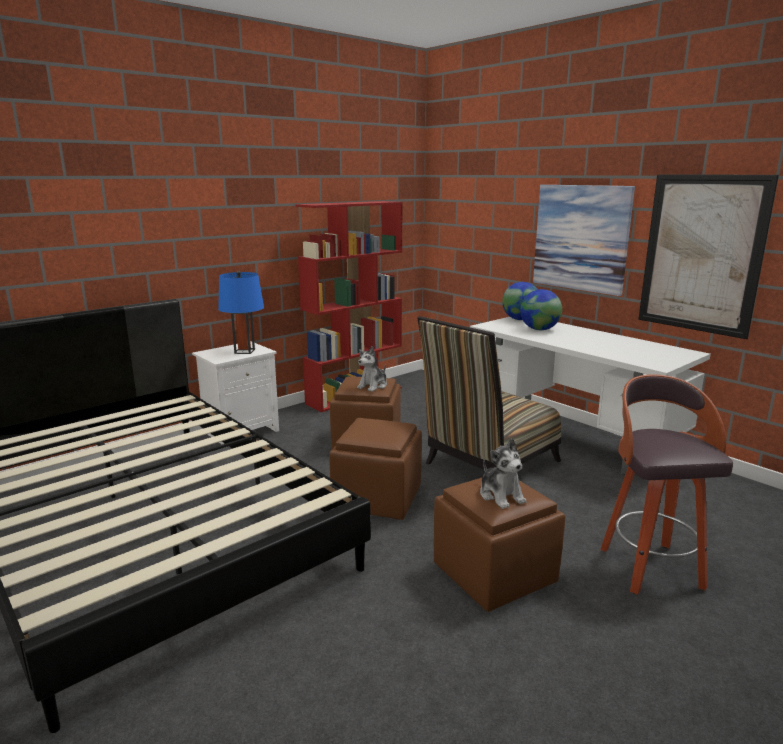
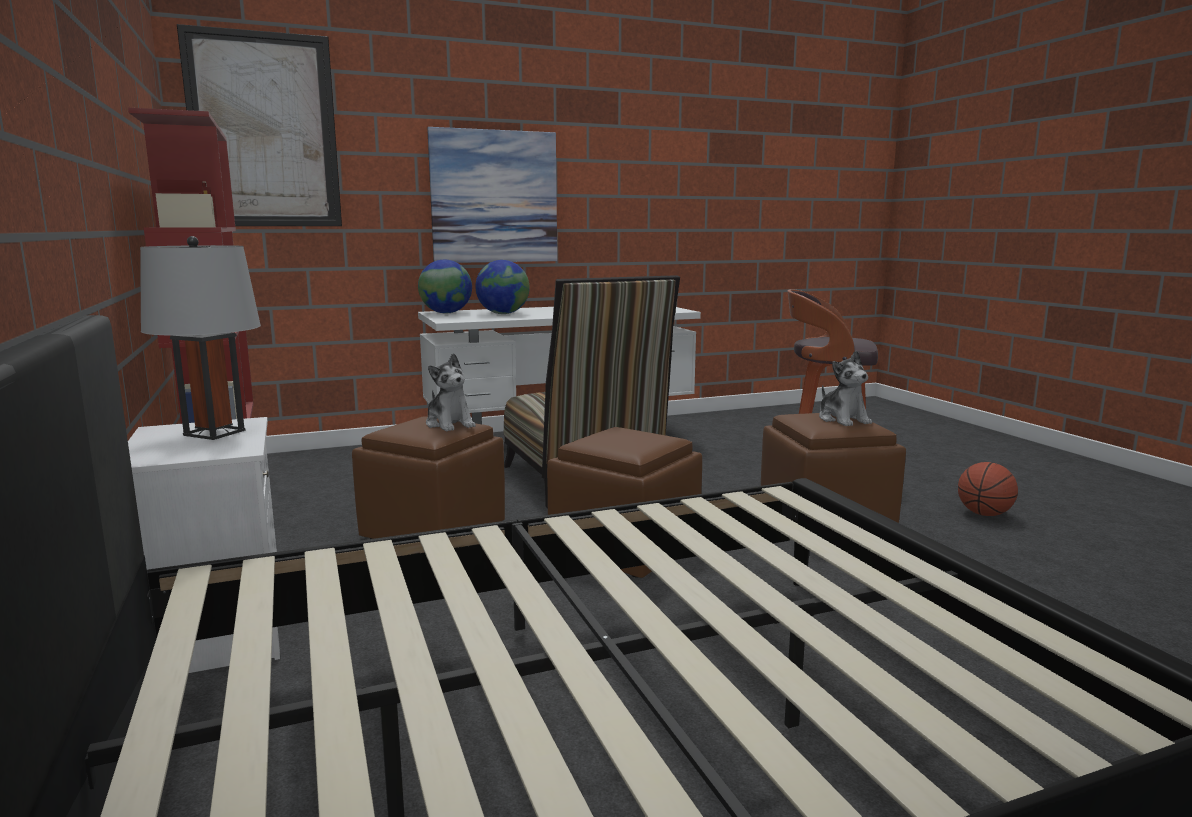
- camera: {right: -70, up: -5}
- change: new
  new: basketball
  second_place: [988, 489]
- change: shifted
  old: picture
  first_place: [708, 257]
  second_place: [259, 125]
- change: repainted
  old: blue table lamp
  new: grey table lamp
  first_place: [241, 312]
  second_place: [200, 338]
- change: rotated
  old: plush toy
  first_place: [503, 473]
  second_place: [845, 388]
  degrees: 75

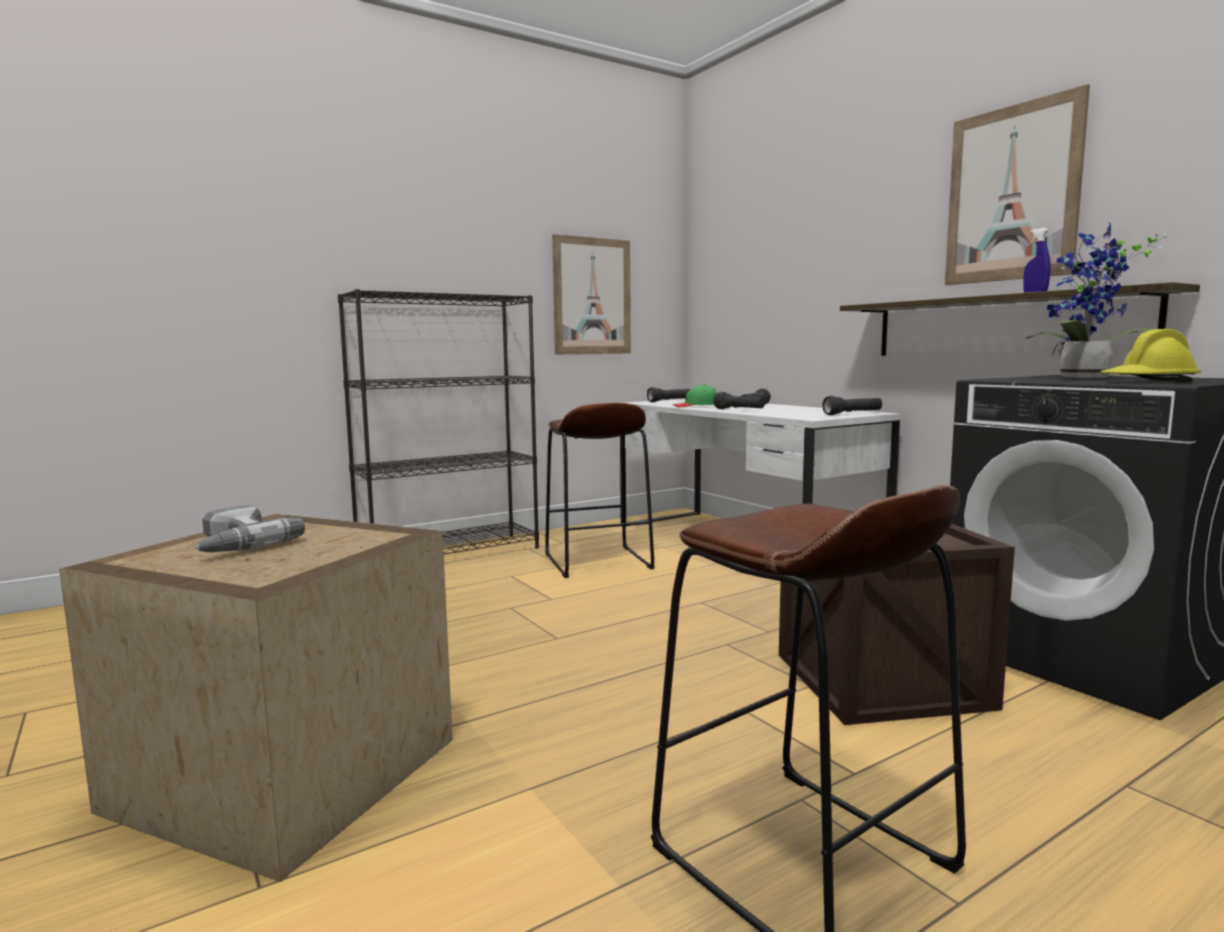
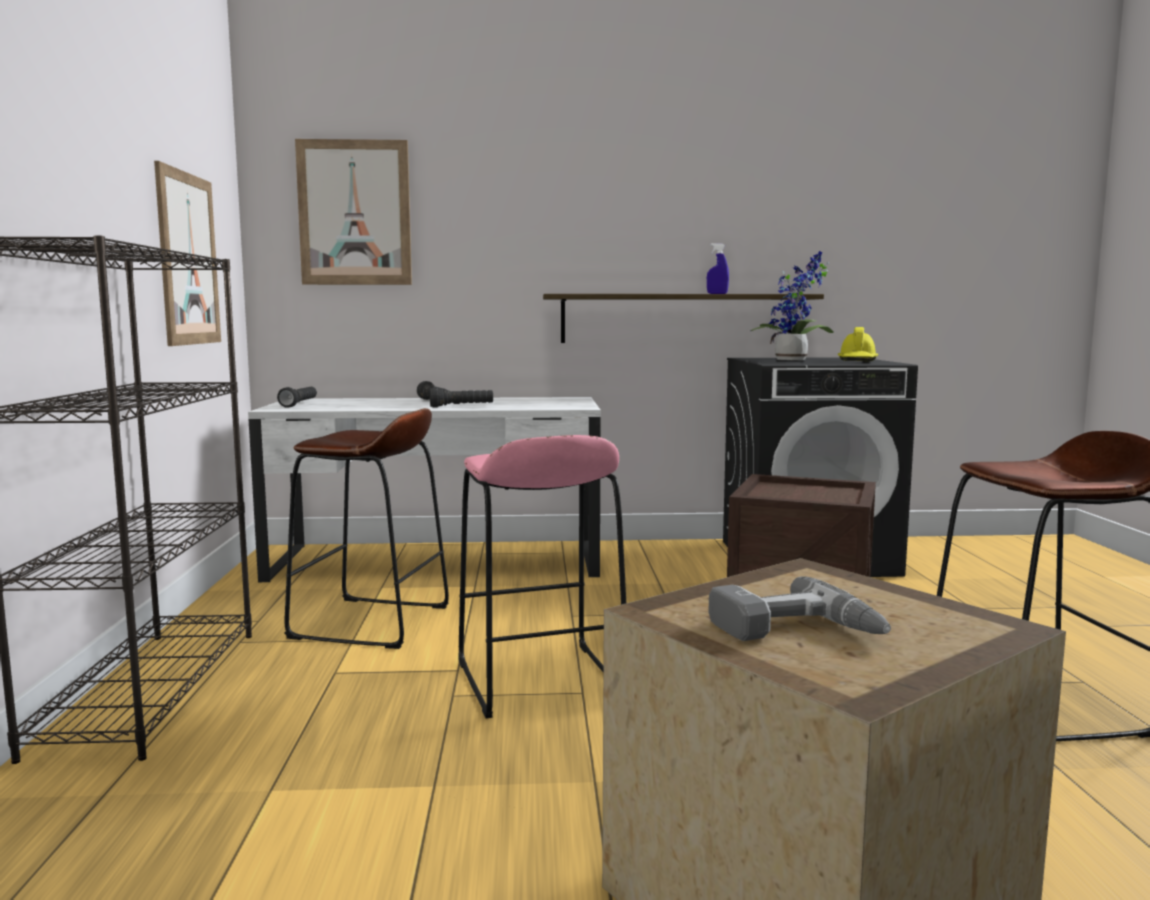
- camera: {right: -60, up: 0}
- change: gone
  old: green cap
  first_place: [694, 395]
- change: gone
  old: black flashlight
  first_place: [852, 405]
- change: new
  new: pink stool
  second_place: [542, 577]
- change: shifted
  old: picture
  first_place: [1017, 184]
  second_place: [353, 212]

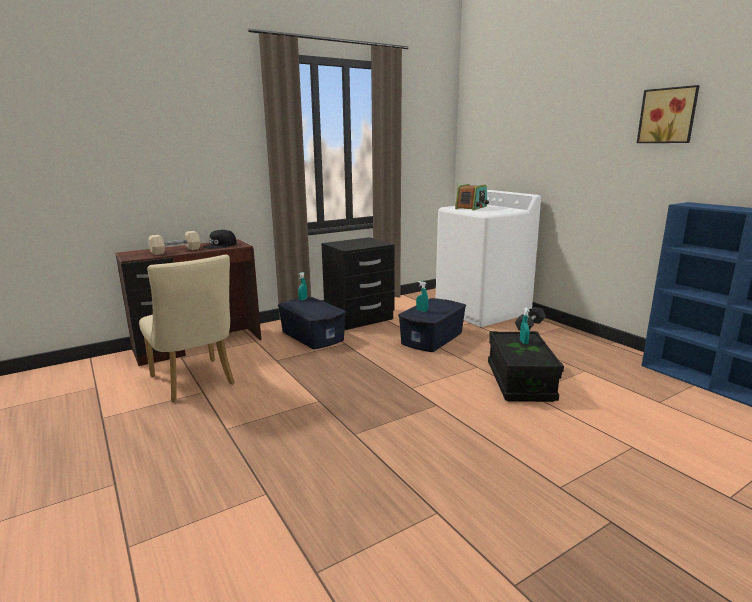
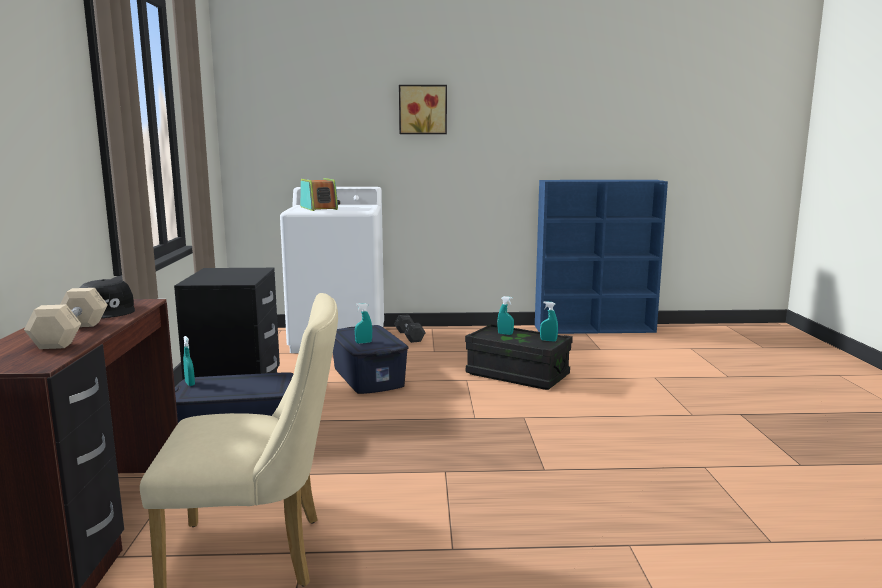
- camera: {right: -60, up: -5}
- change: new
  new: turquoise spray bottle
  second_place: [549, 321]
- change: shifted
  old: picture
  first_place: [668, 114]
  second_place: [423, 109]

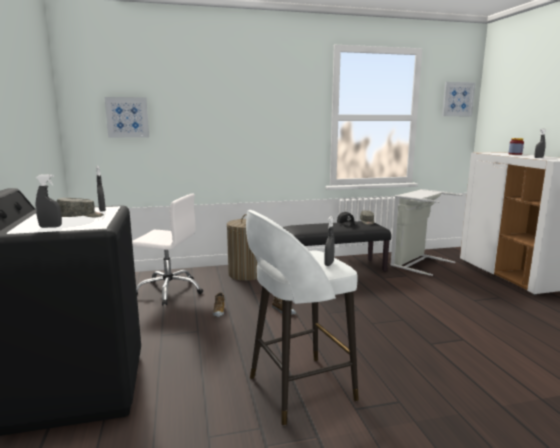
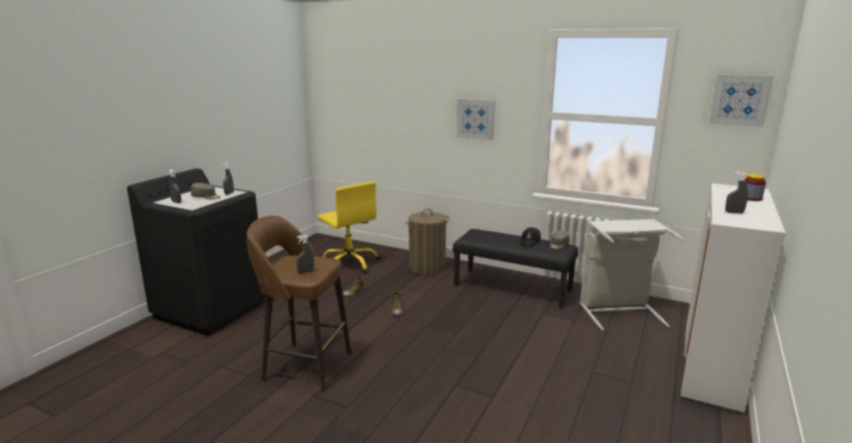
- camera: {right: 40, up: 5}
- change: shifted
  old: picture
  first_place: [127, 117]
  second_place: [475, 119]
- change: repainted
  old: white office chair
  new: yellow office chair
  first_place: [167, 249]
  second_place: [348, 228]
- change: repainted
  old: white stool
  new: brown stool
  first_place: [302, 318]
  second_place: [299, 304]

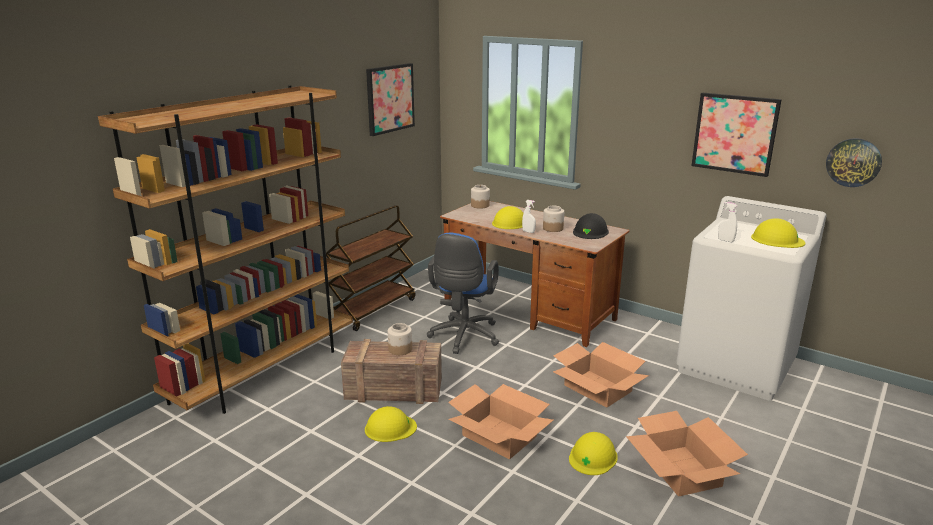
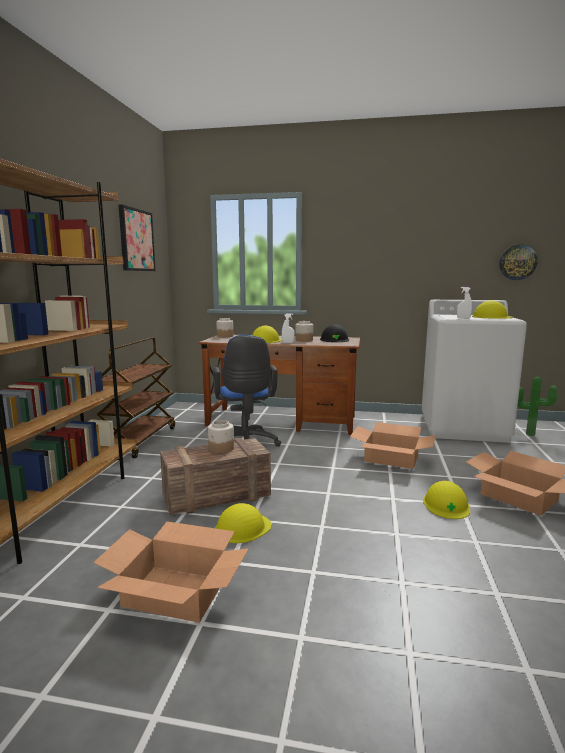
- camera: {right: -25, up: -10}
- change: gone
  old: picture
  first_place: [736, 135]
- change: new
  new: potted plant
  second_place: [538, 406]
- change: shifted
  old: cardboard box
  first_place: [500, 421]
  second_place: [171, 572]

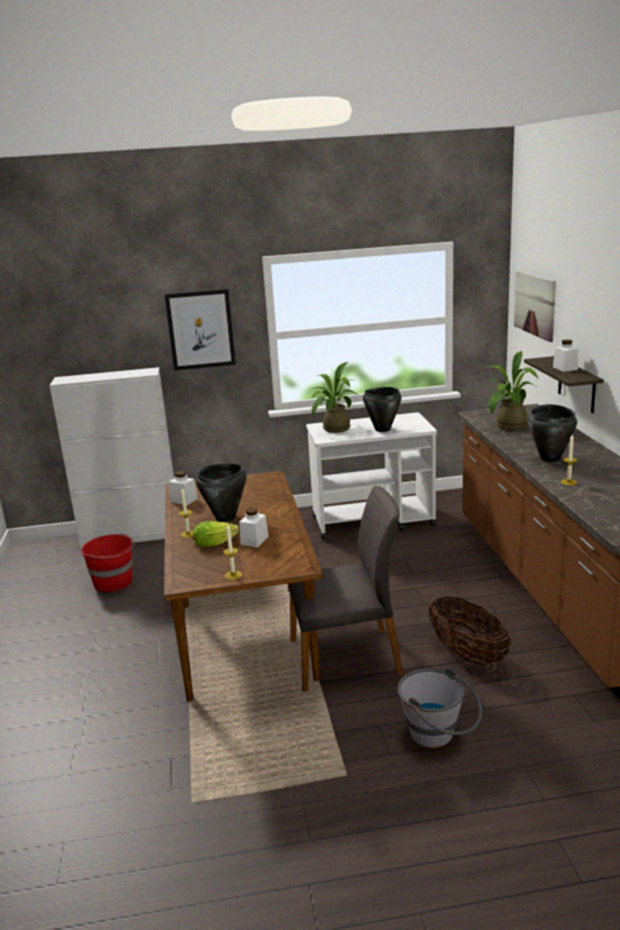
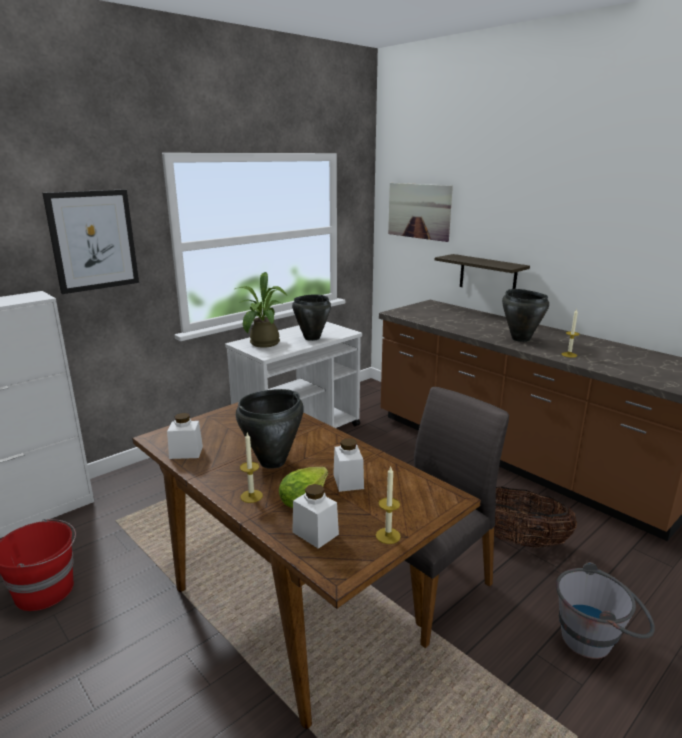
- camera: {right: -35, up: 0}
- change: gone
  old: potted plant
  first_place: [512, 390]
- change: shifted
  old: white jar
  first_place: [565, 356]
  second_place: [315, 516]

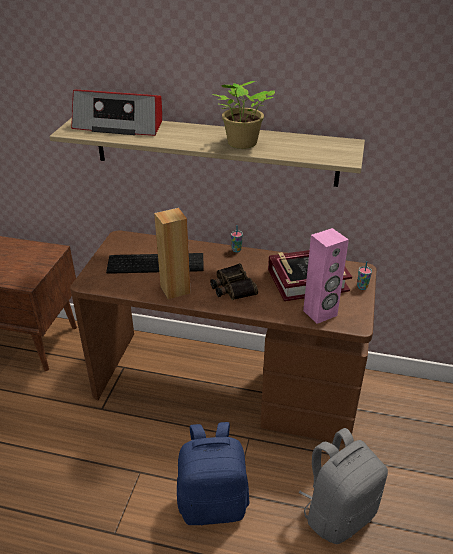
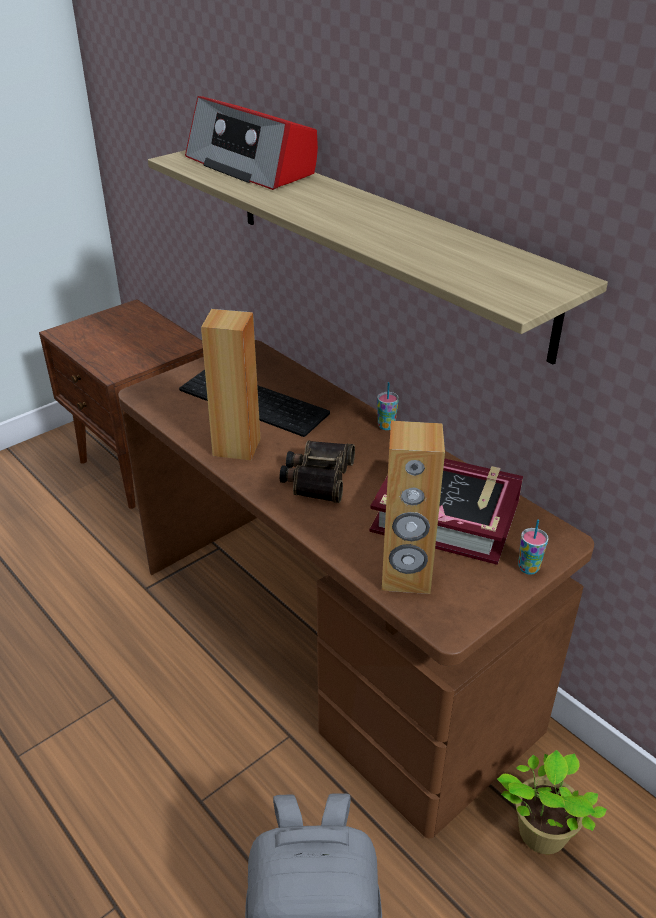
- camera: {right: 35, up: 0}
- change: gone
  old: blue backpack
  first_place: [213, 474]
- change: shifted
  old: potted plant
  first_place: [244, 115]
  second_place: [552, 802]
- change: repainted
  old: pink speaker
  new: brown speaker
  first_place: [326, 276]
  second_place: [413, 507]

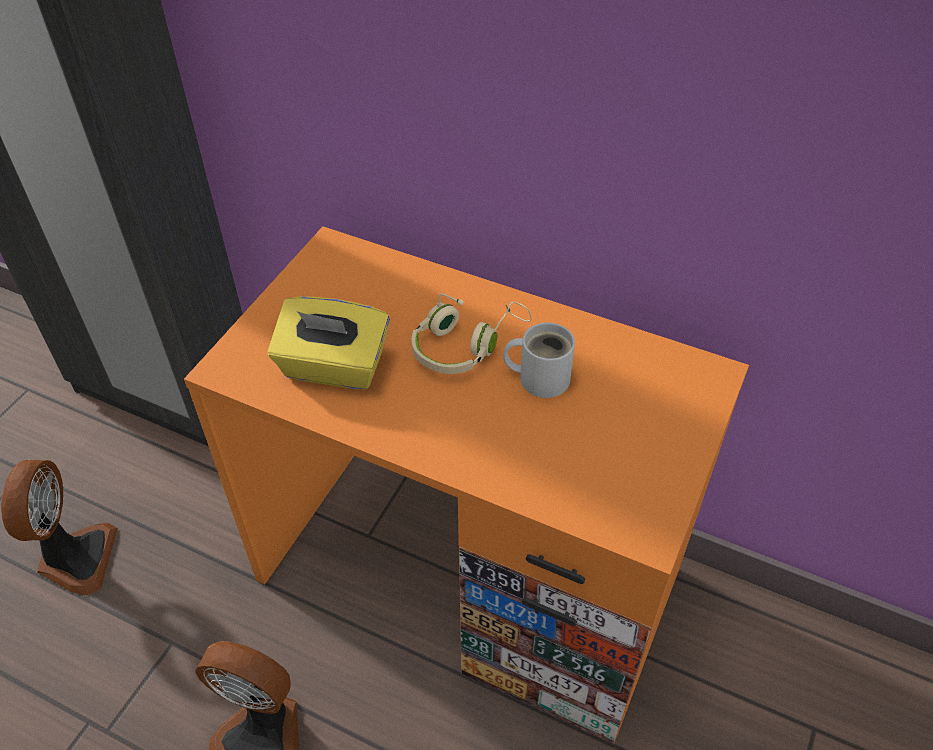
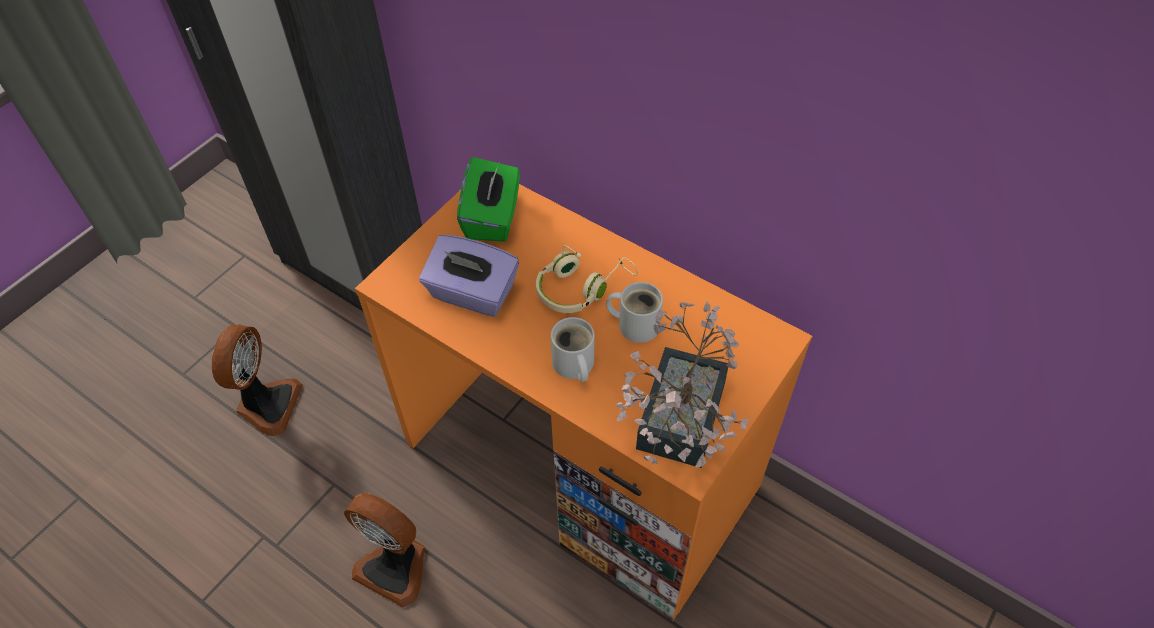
- camera: {right: 10, up: 5}
- change: new
  new: green tissue box
  second_place: [488, 199]
- change: new
  new: white mug
  second_place: [572, 349]
- change: new
  new: potted plant
  second_place: [682, 384]
- change: repainted
  old: yellow tissue box
  new: purple tissue box
  first_place: [328, 343]
  second_place: [469, 276]

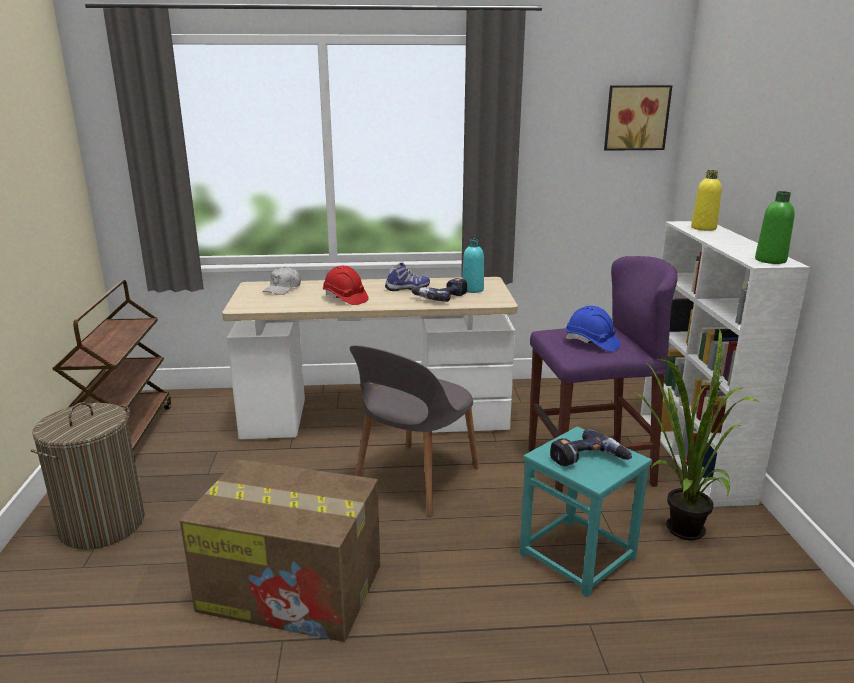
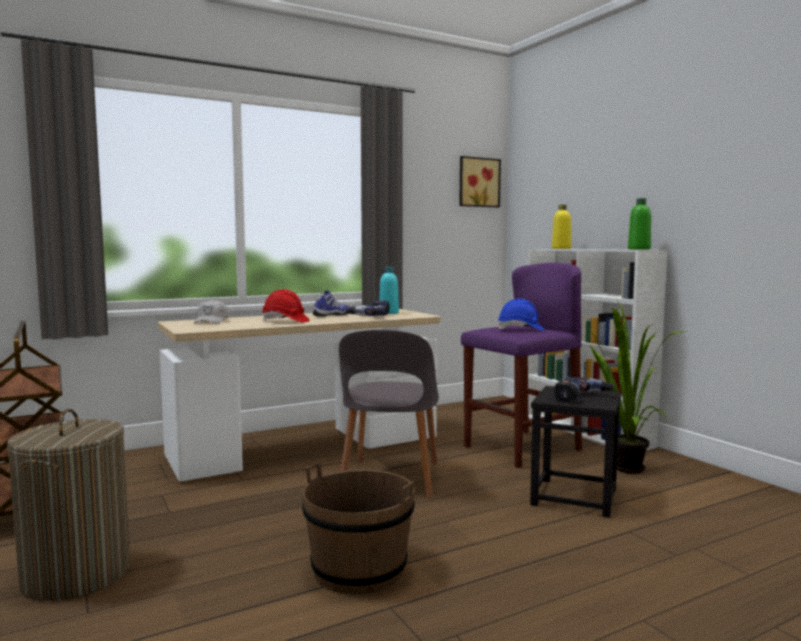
- camera: {right: -25, up: -15}
- change: swapped
  old: cardboard box
  new: brown bucket
  first_place: [280, 550]
  second_place: [358, 528]
- change: repainted
  old: turquoise stool
  new: black stool
  first_place: [585, 511]
  second_place: [575, 452]

